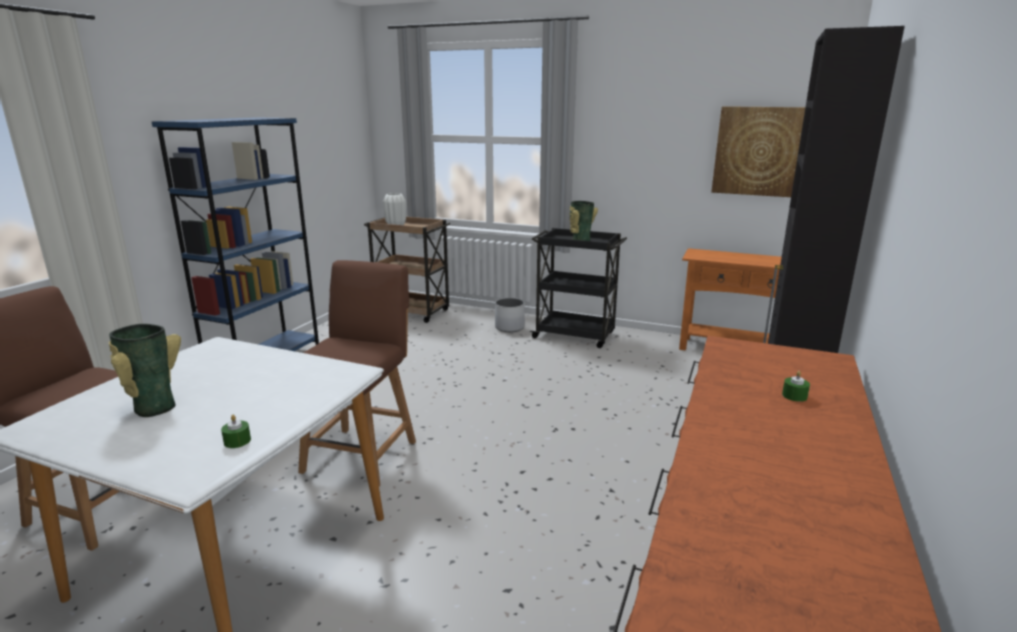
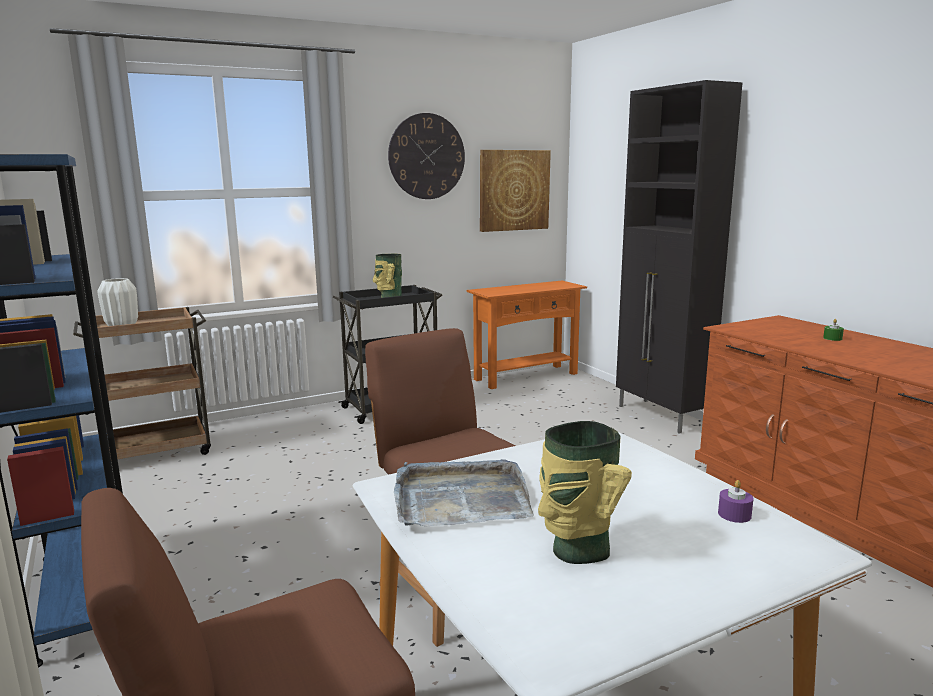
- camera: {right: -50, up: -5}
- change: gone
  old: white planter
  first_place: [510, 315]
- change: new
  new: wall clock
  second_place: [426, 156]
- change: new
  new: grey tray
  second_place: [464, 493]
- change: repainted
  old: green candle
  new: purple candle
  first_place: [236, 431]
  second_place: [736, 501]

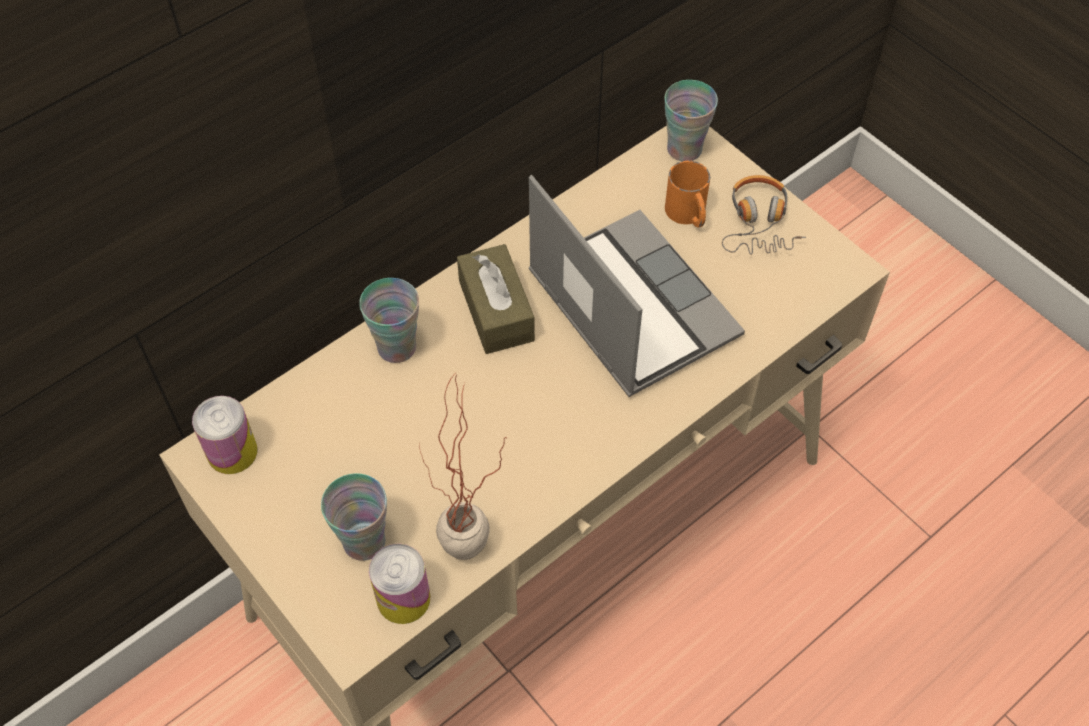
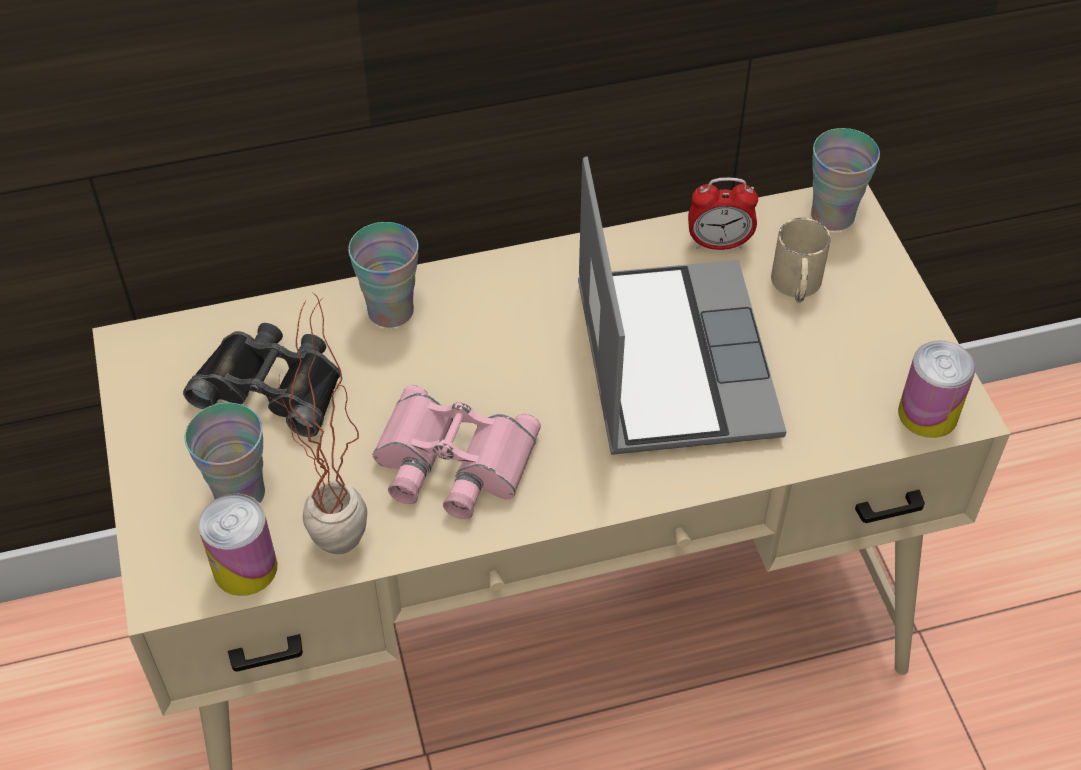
- camera: {right: 25, up: -5}
- change: gone
  old: brown tissue box
  first_place: [496, 299]
- change: gone
  old: headphones
  first_place: [764, 215]
- change: new
  new: black binoculars
  second_place: [261, 380]
- change: new
  new: pink binoculars
  second_place: [457, 452]
- change: new
  new: alarm clock
  second_place: [723, 214]
- change: shifted
  old: can
  first_place: [224, 435]
  second_place: [937, 389]
- change: repainted
  old: orange mug
  new: beige mug
  first_place: [687, 194]
  second_place: [801, 260]

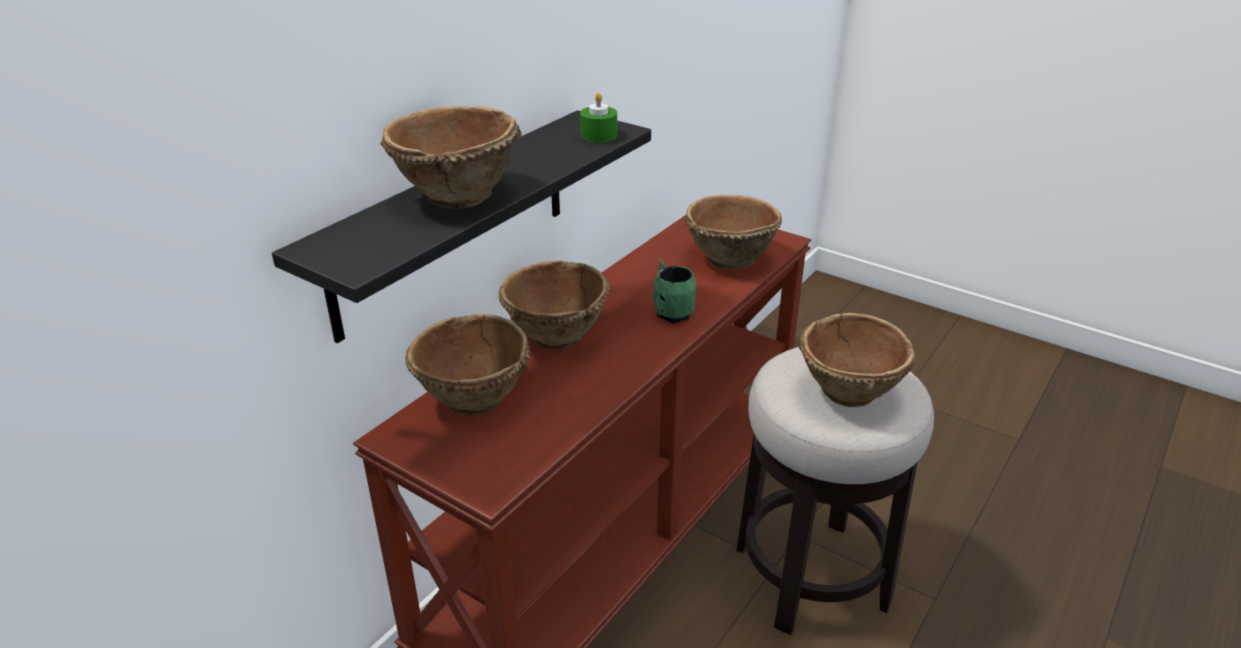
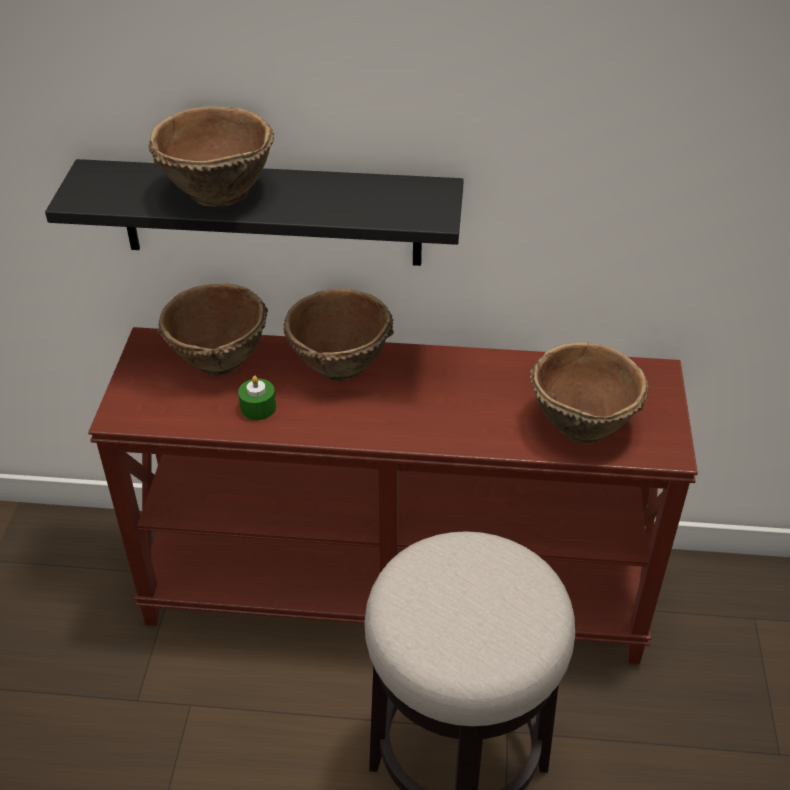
- camera: {right: 60, up: 10}
- change: gone
  old: green mug
  first_place: [675, 291]
- change: gone
  old: brown bowl
  first_place: [857, 360]
- change: shifted
  old: green candle
  first_place: [598, 117]
  second_place: [257, 398]

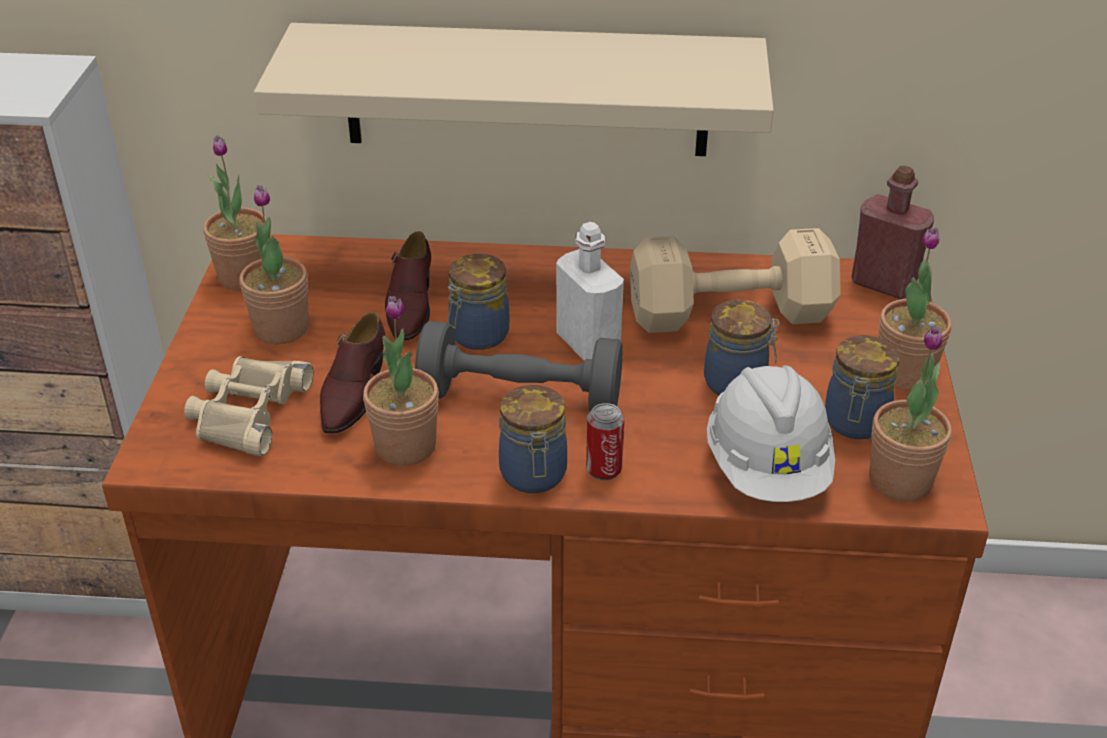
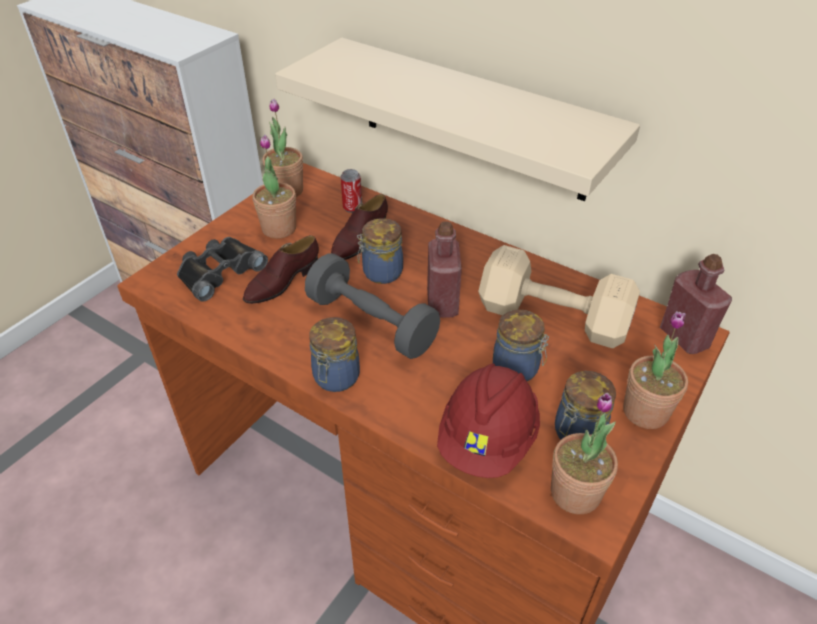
- camera: {right: 30, up: 5}
- change: gone
  old: potted plant
  first_place: [401, 381]
- change: shifted
  old: can
  first_place: [605, 441]
  second_place: [351, 191]
- change: repainted
  old: beige binoculars
  new: black binoculars
  first_place: [248, 406]
  second_place: [222, 269]
- change: repainted
  old: white bottle
  new: red bottle
  first_place: [590, 291]
  second_place: [444, 269]
- change: repainted
  old: white hard hat
  new: red hard hat
  first_place: [771, 433]
  second_place: [488, 420]

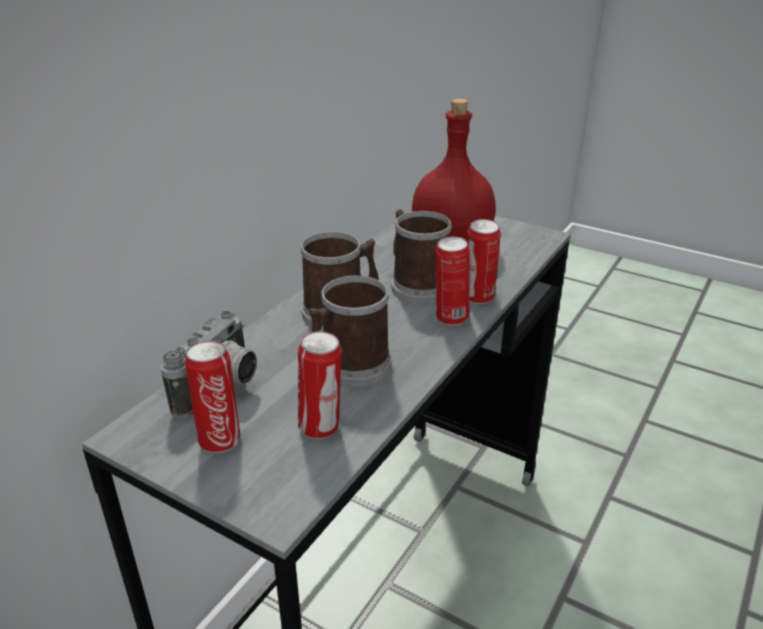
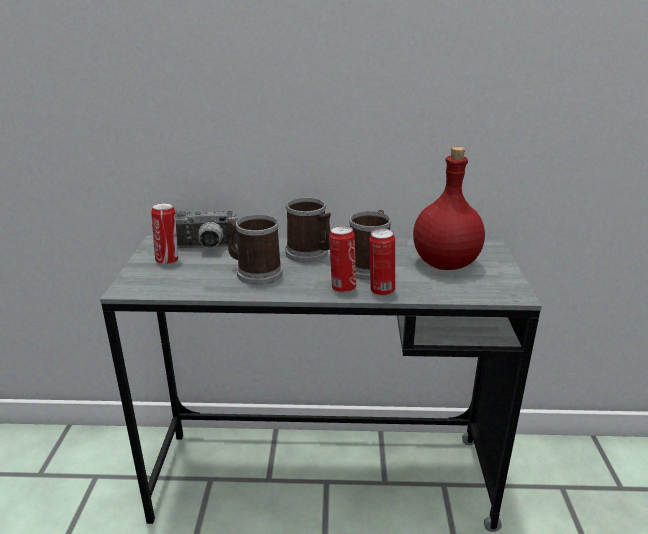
- camera: {right: 60, up: -5}
- change: gone
  old: can
  first_place: [320, 385]

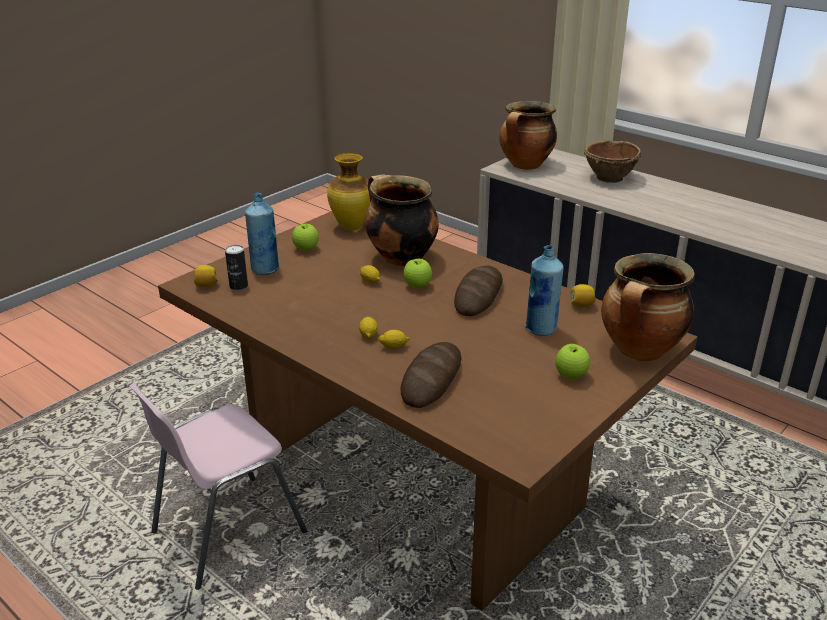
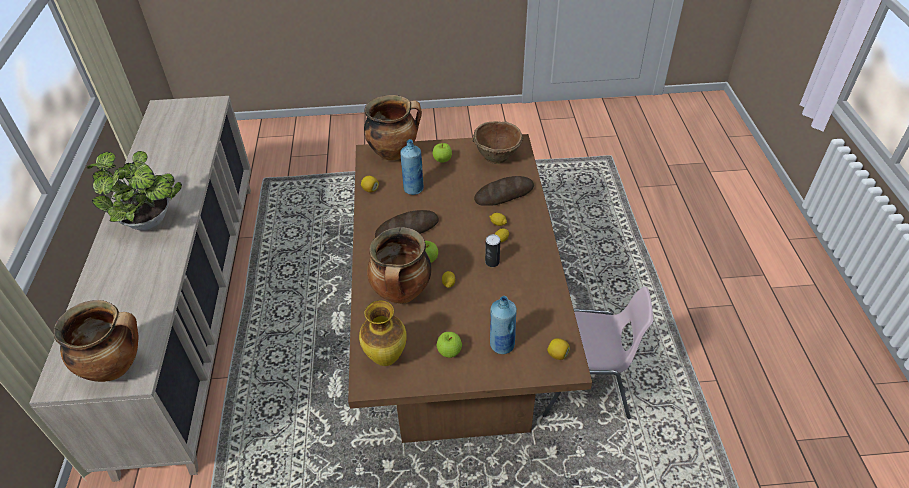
- camera: {right: -135, up: 15}
- change: new
  new: potted plant
  second_place: [134, 191]
- change: shifted
  old: can
  first_place: [236, 267]
  second_place: [492, 250]
- change: shifted
  old: brown bowl
  first_place: [612, 161]
  second_place: [498, 142]

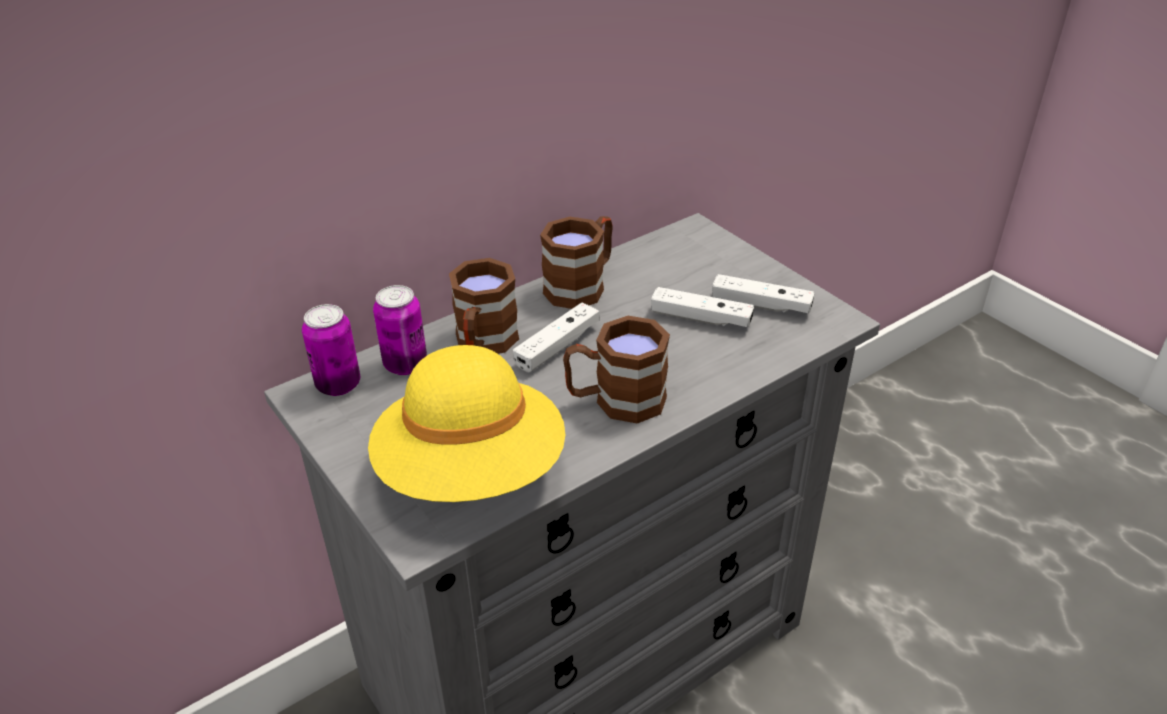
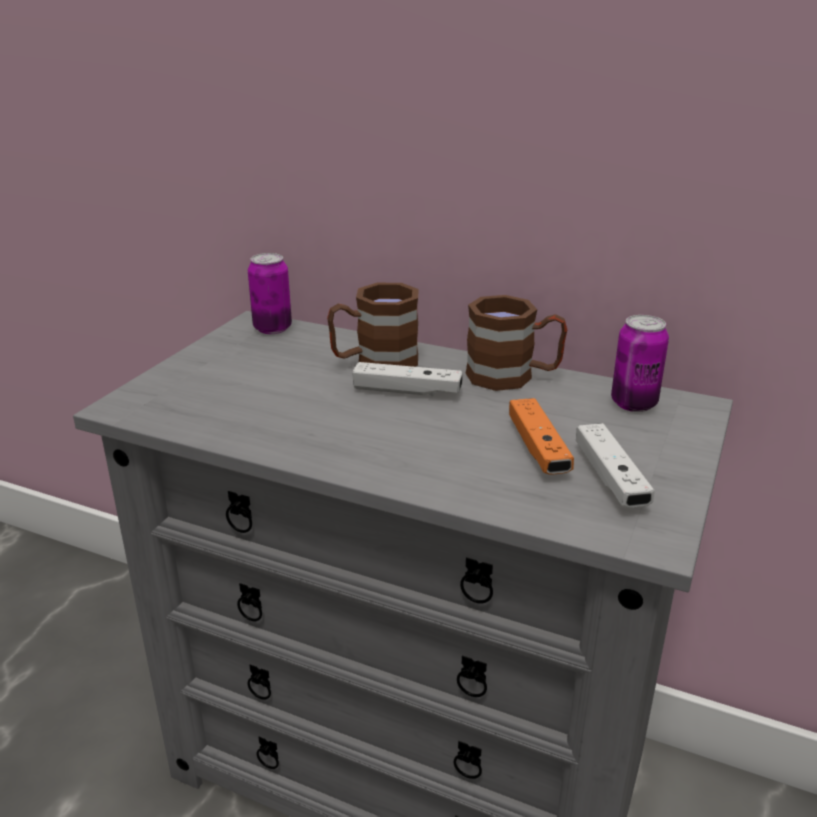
- camera: {right: 60, up: -10}
- change: gone
  old: yellow hat
  first_place: [466, 423]
- change: gone
  old: brown mug
  first_place: [616, 369]
- change: shifted
  old: can
  first_place: [400, 330]
  second_place: [640, 363]
- change: repainted
  old: white game controller
  new: orange game controller
  first_place: [702, 307]
  second_place: [541, 436]

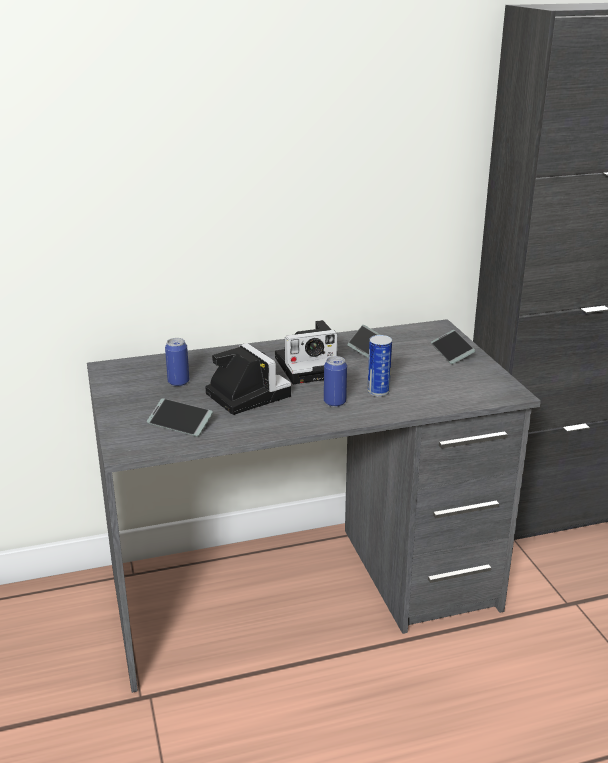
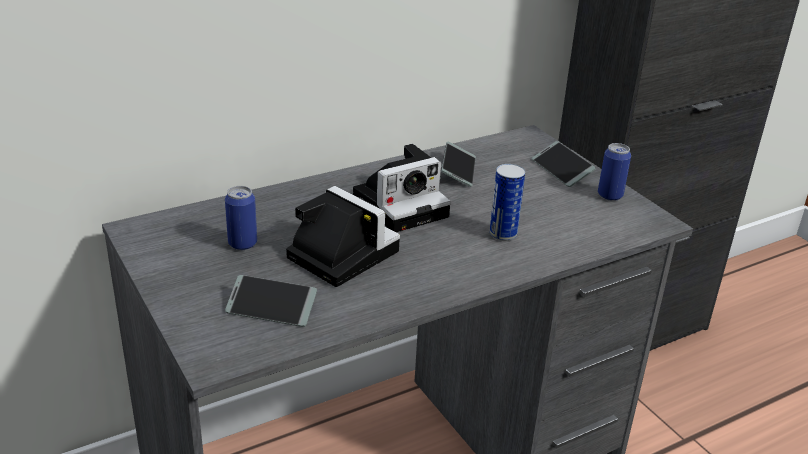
- camera: {right: -15, up: 5}
- change: shifted
  old: can
  first_place: [335, 381]
  second_place: [614, 172]

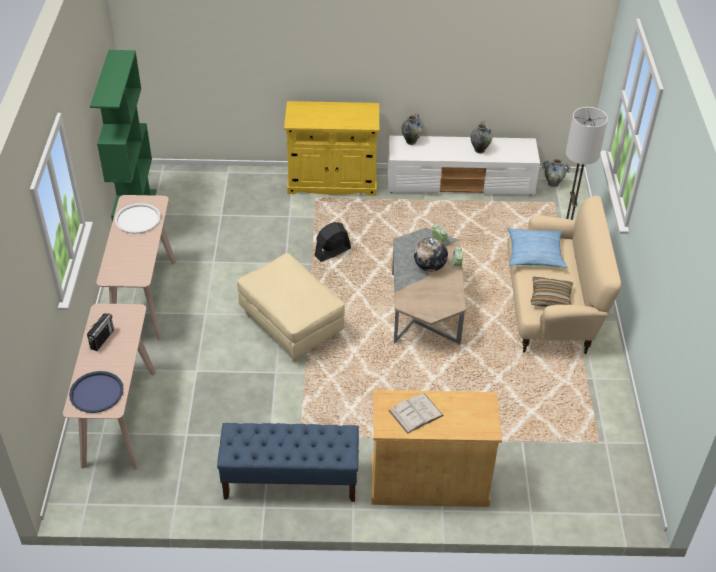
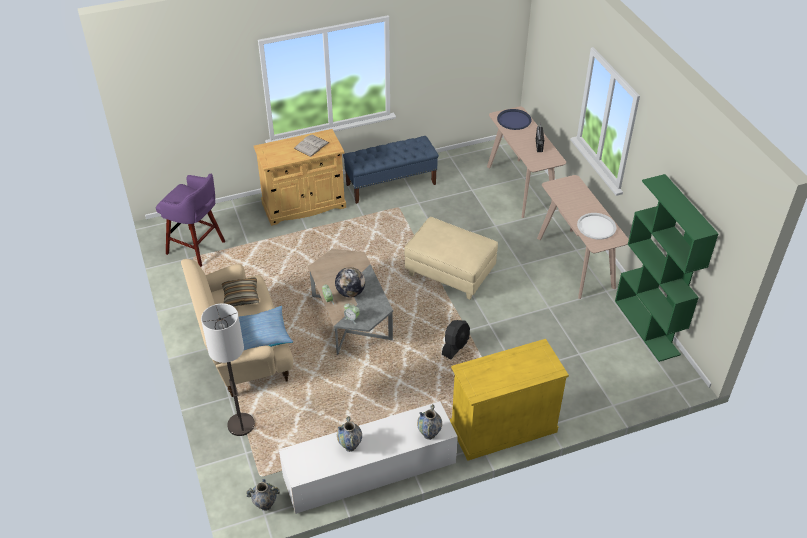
- camera: {right: 160, up: 0}
- change: new
  new: purple stool
  second_place: [190, 220]

